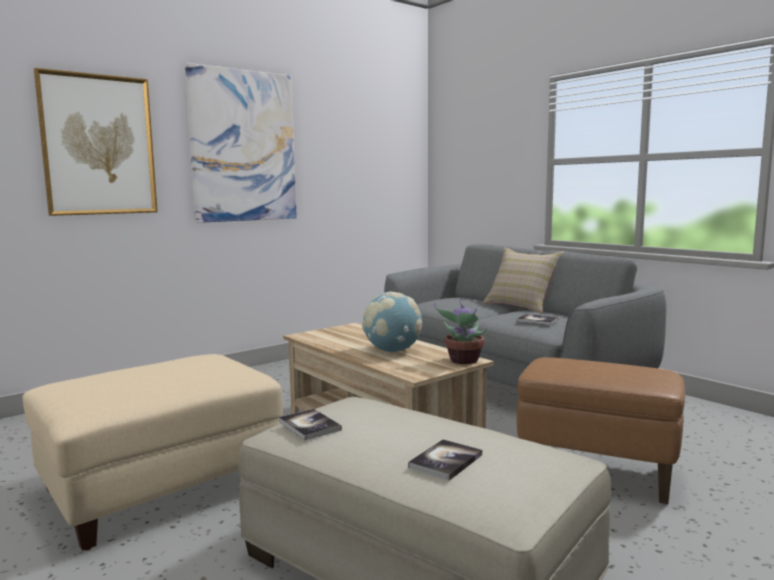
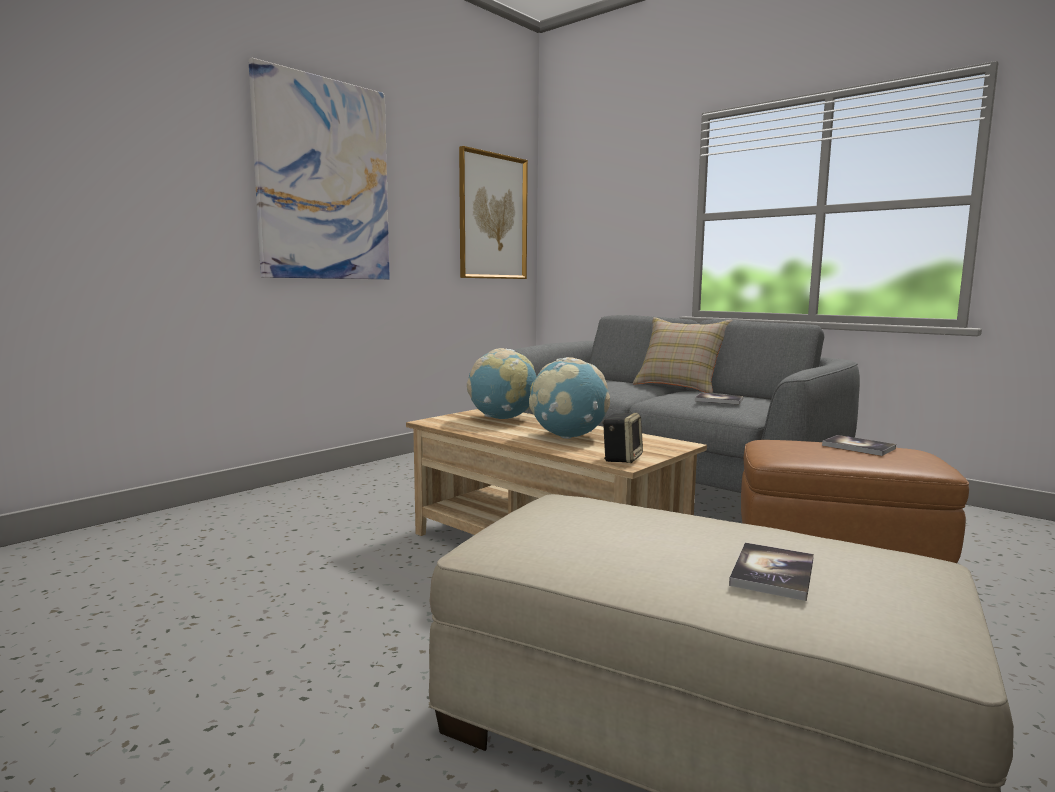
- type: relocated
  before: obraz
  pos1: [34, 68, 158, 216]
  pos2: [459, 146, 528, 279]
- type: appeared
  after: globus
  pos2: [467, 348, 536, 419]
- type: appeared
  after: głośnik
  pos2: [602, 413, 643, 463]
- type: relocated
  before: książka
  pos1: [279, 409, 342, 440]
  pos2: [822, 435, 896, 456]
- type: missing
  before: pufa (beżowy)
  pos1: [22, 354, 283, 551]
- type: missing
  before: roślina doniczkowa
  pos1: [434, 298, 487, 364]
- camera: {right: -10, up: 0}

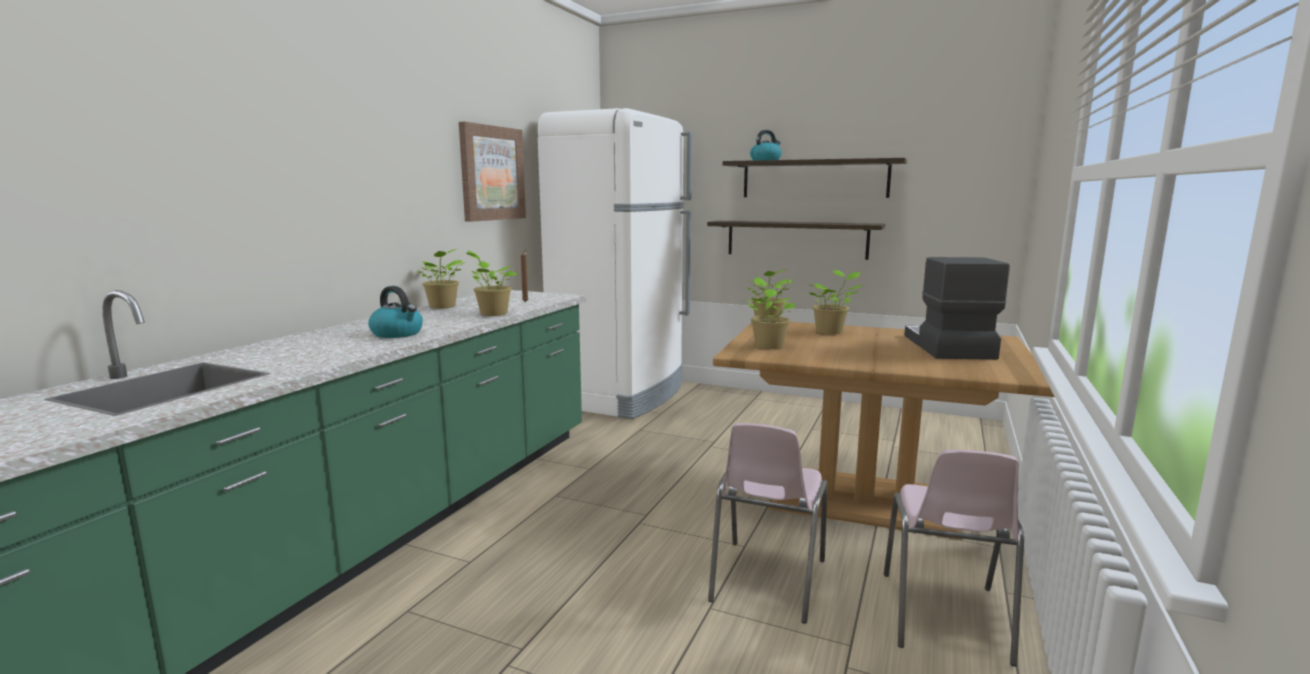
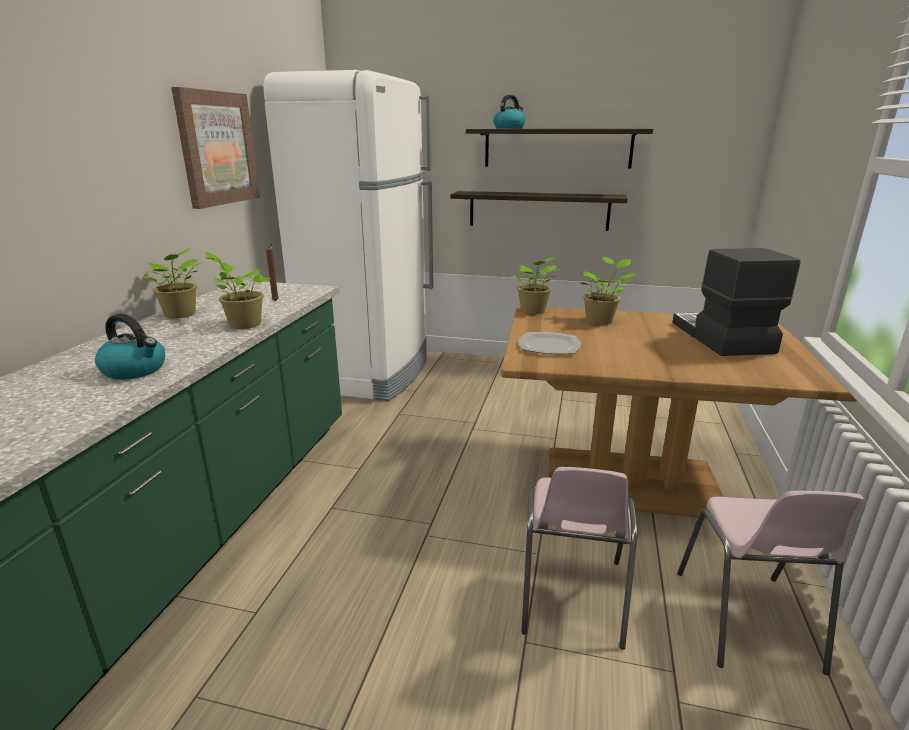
- type: exchanged
  before: roślina doniczkowa
  after: talerz
  pos1: [746, 277, 796, 349]
  pos2: [519, 332, 581, 354]
- camera: {right: -10, up: 10}

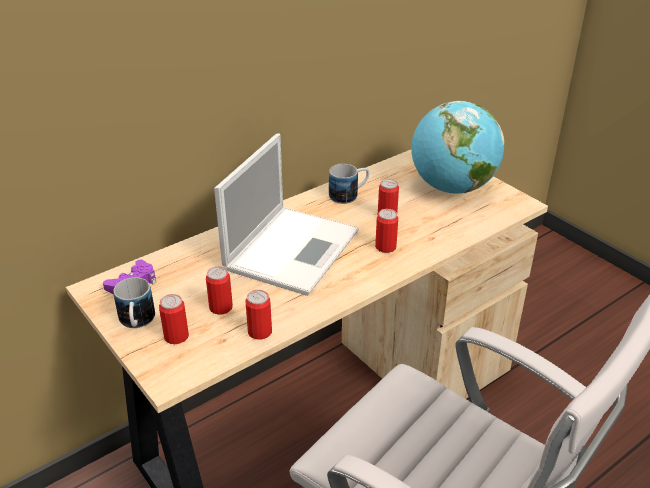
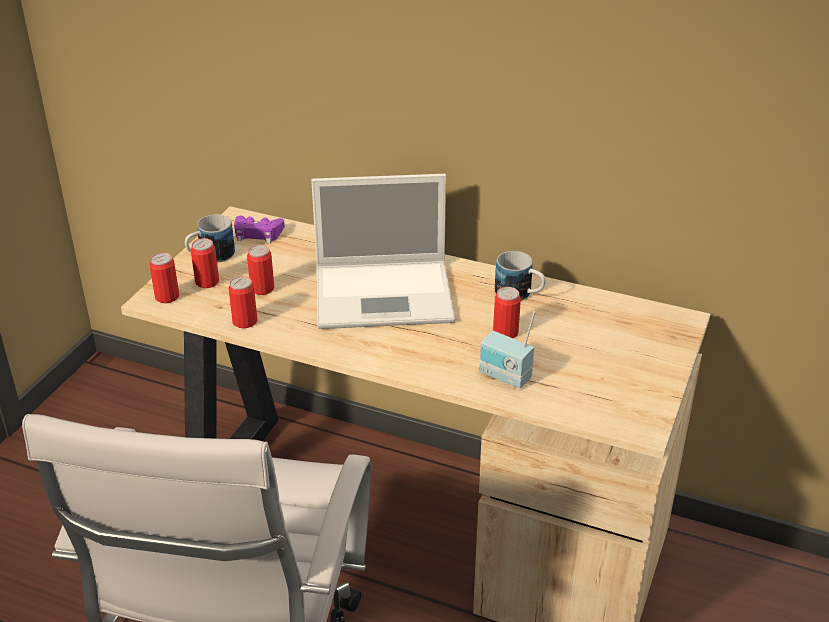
- type: relocated
  before: puszka
  pos1: [375, 209, 398, 253]
  pos2: [149, 252, 179, 303]
- type: appeared
  after: radio
  pos2: [480, 311, 536, 388]
- type: missing
  before: globus
  pos1: [411, 101, 505, 194]
- camera: {right: 60, up: 0}

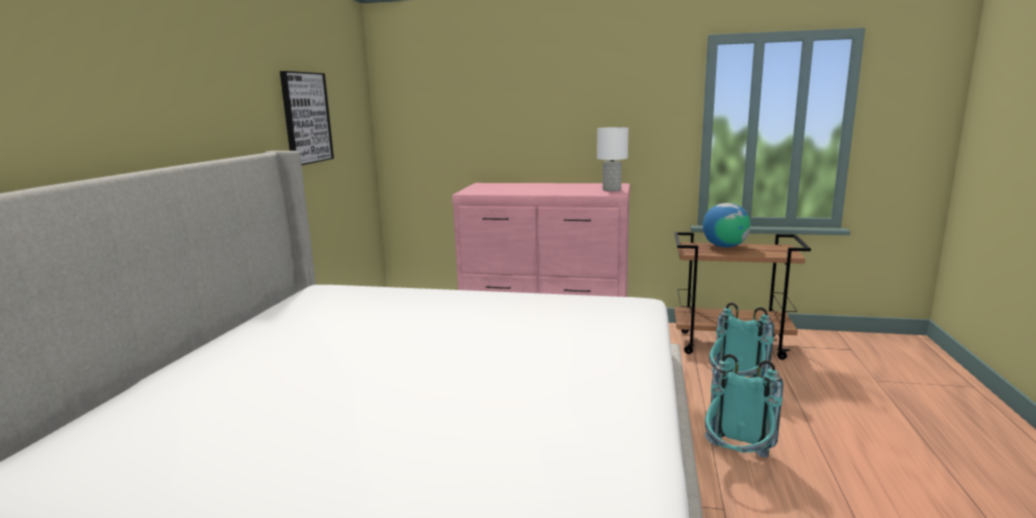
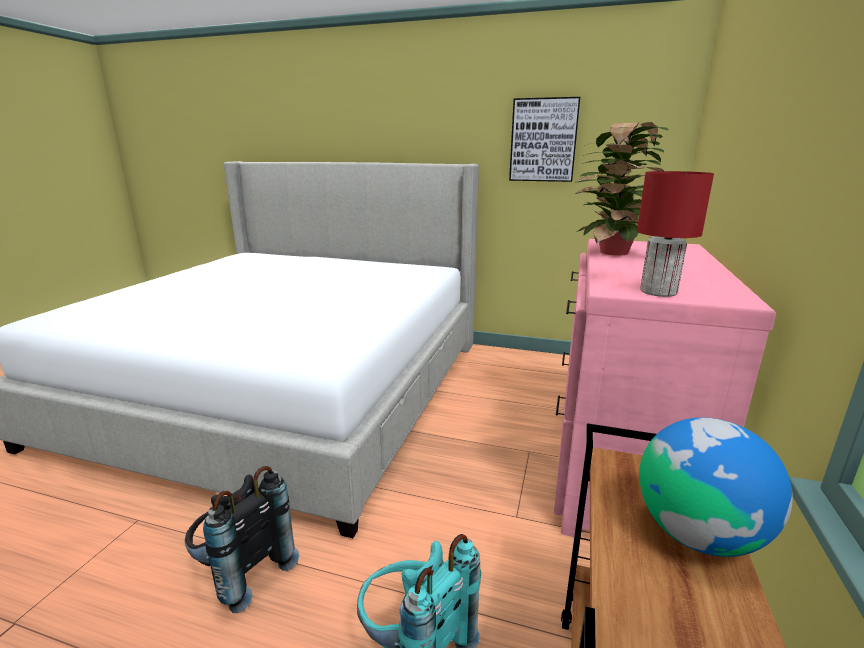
- type: colour
  before: plecak (turkusowy)
  after: plecak (czarny)
  pos1: [705, 354, 783, 458]
  pos2: [185, 466, 299, 613]
- type: appeared
  after: roślina doniczkowa
  pos2: [575, 122, 668, 255]
- type: colour
  before: lampa stołowa (biały)
  after: lampa stołowa (czerwony)
  pos1: [597, 127, 629, 191]
  pos2: [637, 171, 714, 297]
- camera: {right: 95, up: 5}

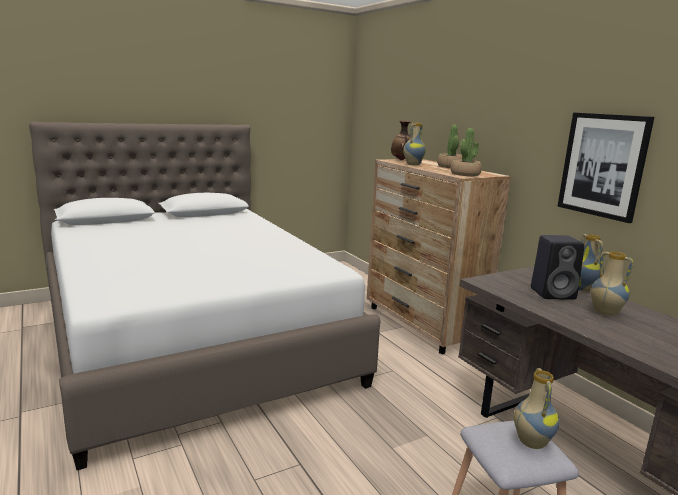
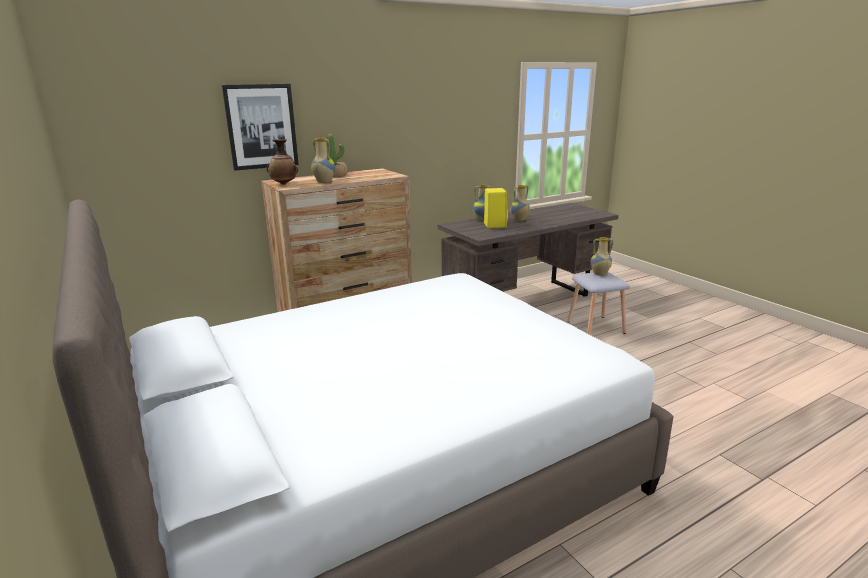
- type: relocated
  before: obraz
  pos1: [557, 112, 654, 223]
  pos2: [222, 84, 299, 171]
- type: colour
  before: głośnik (czarny)
  after: głośnik (żółty)
  pos1: [531, 235, 584, 300]
  pos2: [484, 188, 508, 228]
- type: missing
  before: roślina doniczkowa
  pos1: [451, 128, 482, 176]
- camera: {right: -90, up: 5}

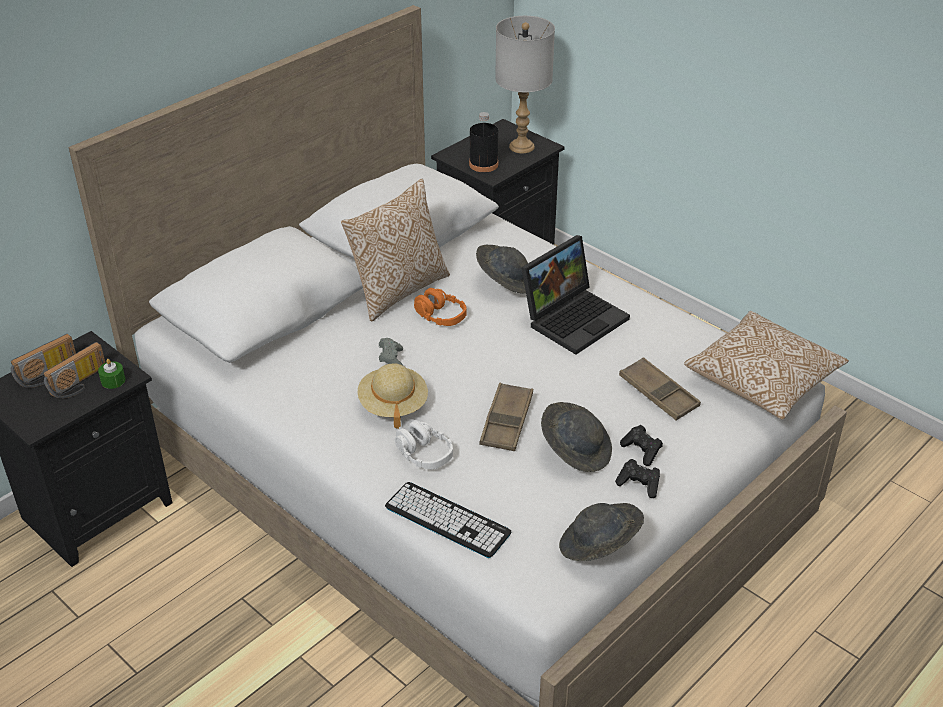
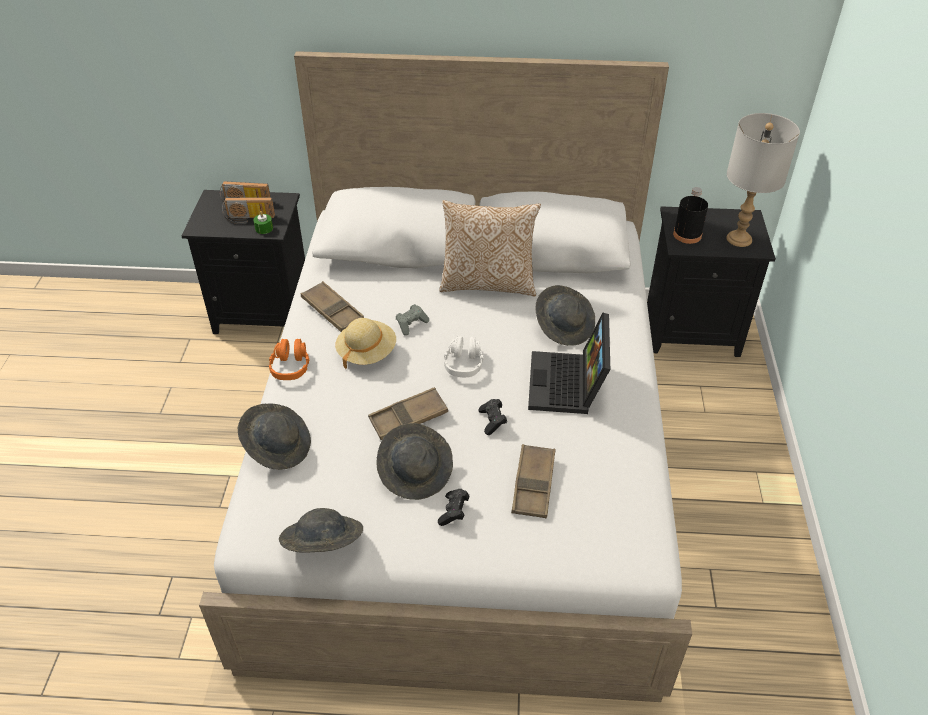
- type: exchanged
  before: klawiatura
  after: kapelusz (szary)
  pos1: [385, 482, 511, 558]
  pos2: [238, 404, 311, 470]
- type: relocated
  before: słuchawki (pomarańczowy)
  pos1: [414, 288, 467, 326]
  pos2: [269, 339, 309, 380]
- type: appeared
  after: taca (brązowy)
  pos2: [301, 281, 364, 332]
- type: relocated
  before: słuchawki (biały)
  pos1: [395, 420, 453, 469]
  pos2: [444, 336, 484, 377]
- type: relocated
  before: pad do gier (czarny)
  pos1: [615, 459, 660, 498]
  pos2: [479, 399, 507, 435]
- type: spun
  before: laptop
  pos1: [521, 235, 630, 355]
  pos2: [528, 313, 610, 414]
  turn: 90
- type: missing
  before: poduszka
  pos1: [684, 311, 849, 419]
- camera: {right: 50, up: 5}

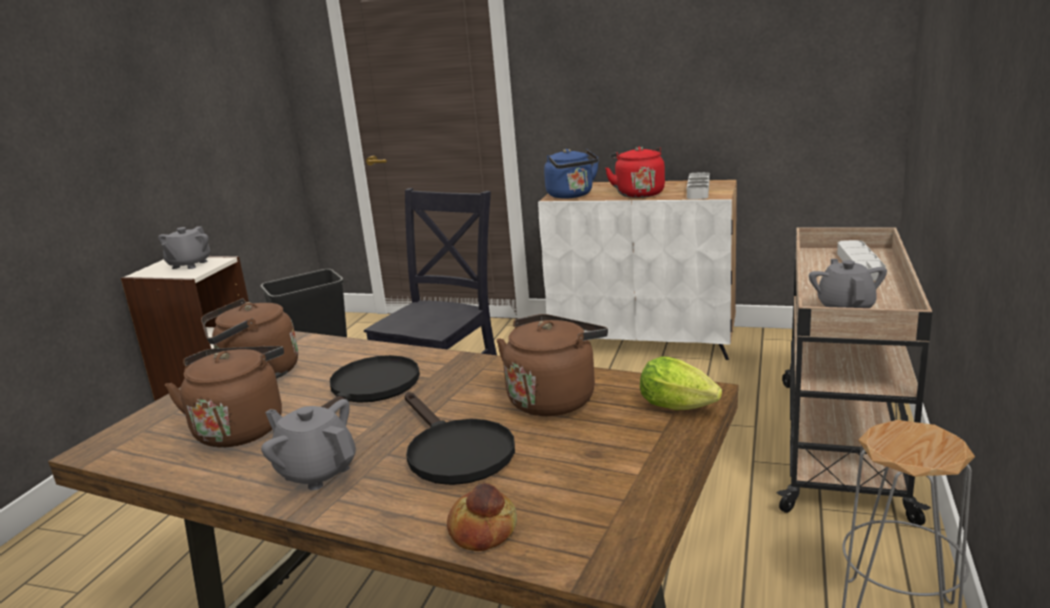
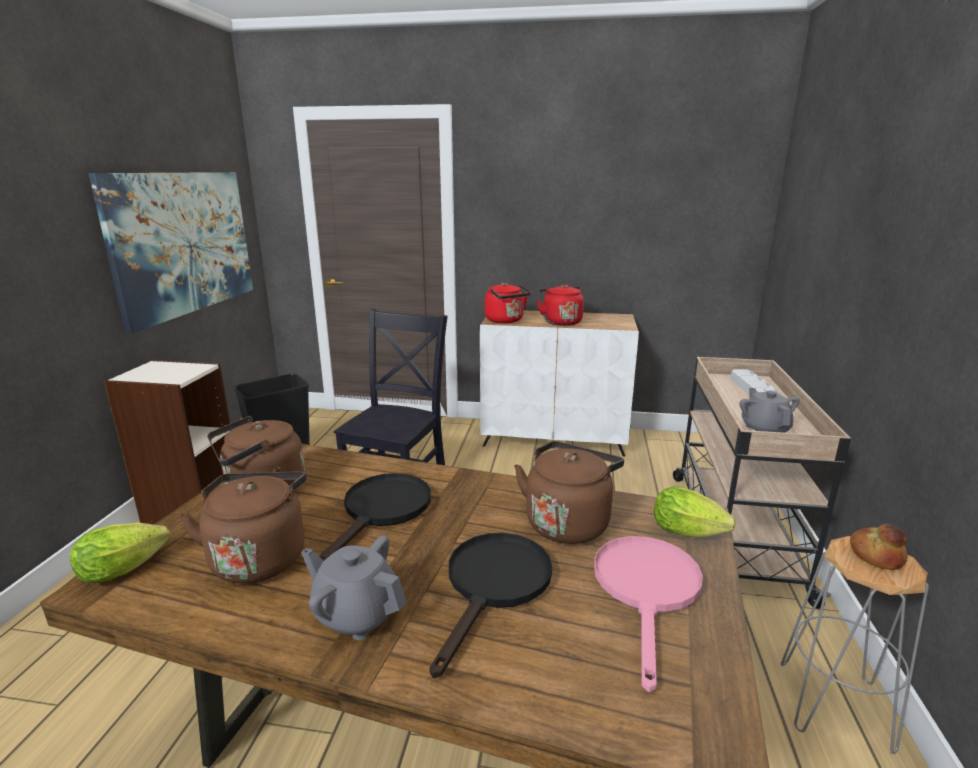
- type: appeared
  after: sałata
  pos2: [70, 523, 169, 583]
- type: appeared
  after: obraz
  pos2: [89, 172, 253, 334]
- type: spun
  before: patelnia (czarny)
  pos1: [405, 392, 515, 485]
  pos2: [429, 533, 552, 678]
  turn: -120
- type: colour
  before: czajnik (niebieski)
  after: czajnik (czerwony)
  pos1: [544, 149, 599, 198]
  pos2: [485, 283, 531, 323]
- type: appeared
  after: patelnia (różowy)
  pos2: [594, 536, 703, 692]
- type: relocated
  before: chleb
  pos1: [447, 483, 517, 551]
  pos2: [850, 524, 908, 570]
- type: missing
  before: imbryk (szary)
  pos1: [158, 227, 210, 269]
- type: missing
  before: taca (szary)
  pos1: [687, 172, 709, 199]
- camera: {right: -10, up: 0}

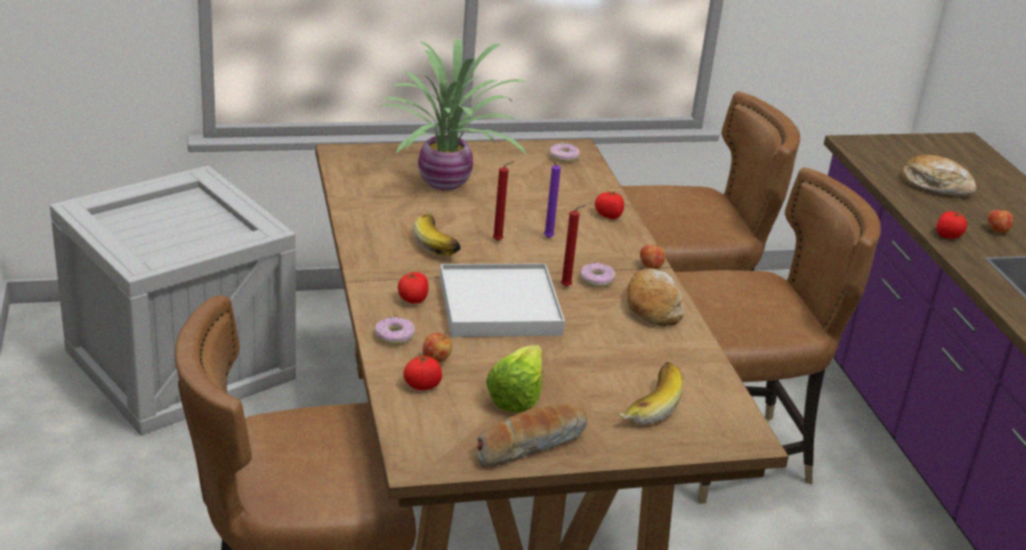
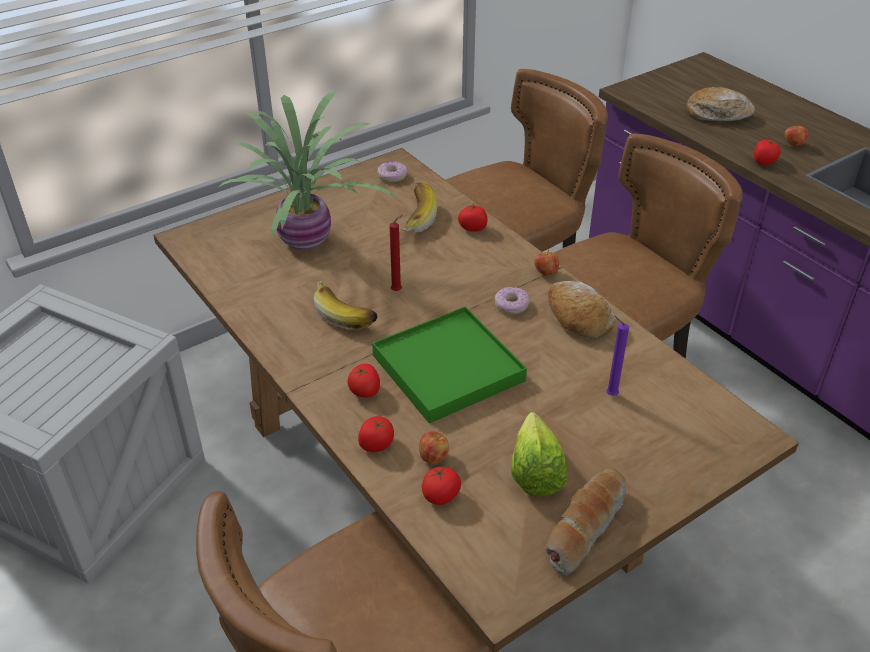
- type: exchanged
  before: donut
  after: pomidor
  pos1: [375, 317, 415, 345]
  pos2: [358, 416, 394, 452]
- type: colour
  before: taca (biały)
  after: taca (zielony)
  pos1: [440, 264, 565, 337]
  pos2: [372, 307, 527, 424]
- type: relocated
  before: banan
  pos1: [618, 362, 683, 425]
  pos2: [402, 182, 438, 233]
- type: relocated
  before: świeca (fioletowy)
  pos1: [544, 156, 561, 238]
  pos2: [606, 316, 629, 396]
- type: missing
  before: świeca (czerwony)
  pos1: [561, 205, 586, 287]
- camera: {right: -20, up: 10}

